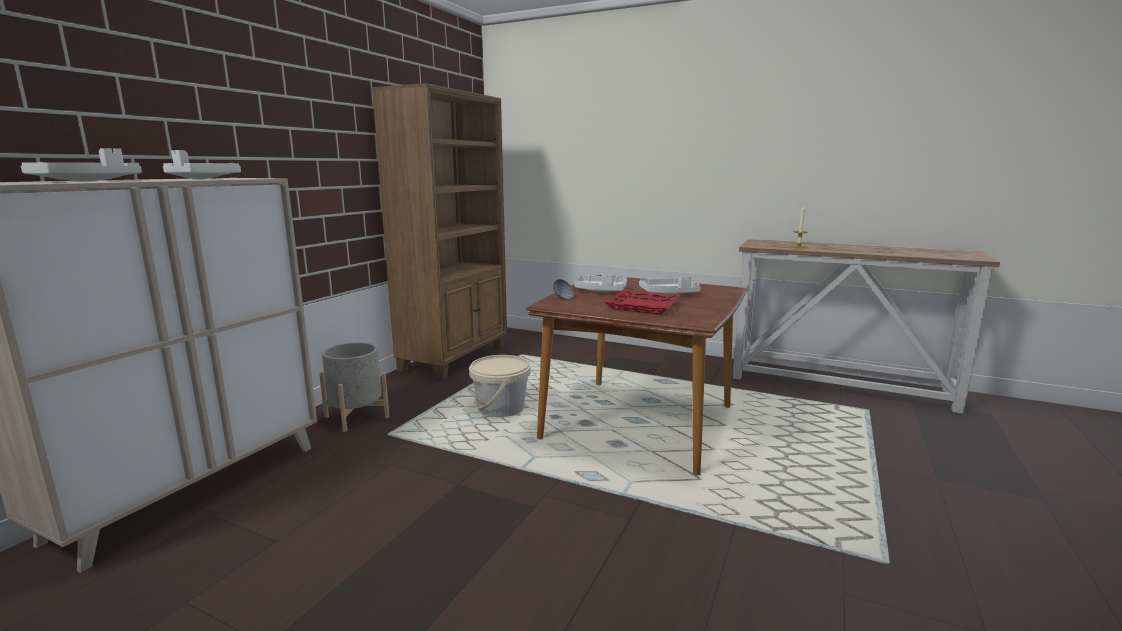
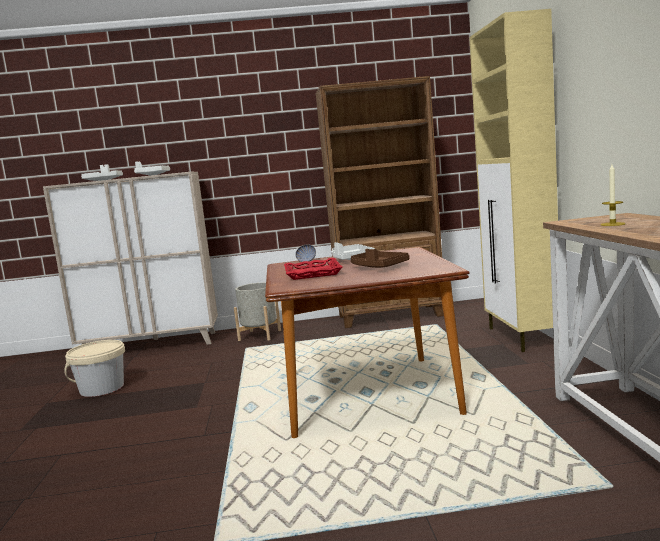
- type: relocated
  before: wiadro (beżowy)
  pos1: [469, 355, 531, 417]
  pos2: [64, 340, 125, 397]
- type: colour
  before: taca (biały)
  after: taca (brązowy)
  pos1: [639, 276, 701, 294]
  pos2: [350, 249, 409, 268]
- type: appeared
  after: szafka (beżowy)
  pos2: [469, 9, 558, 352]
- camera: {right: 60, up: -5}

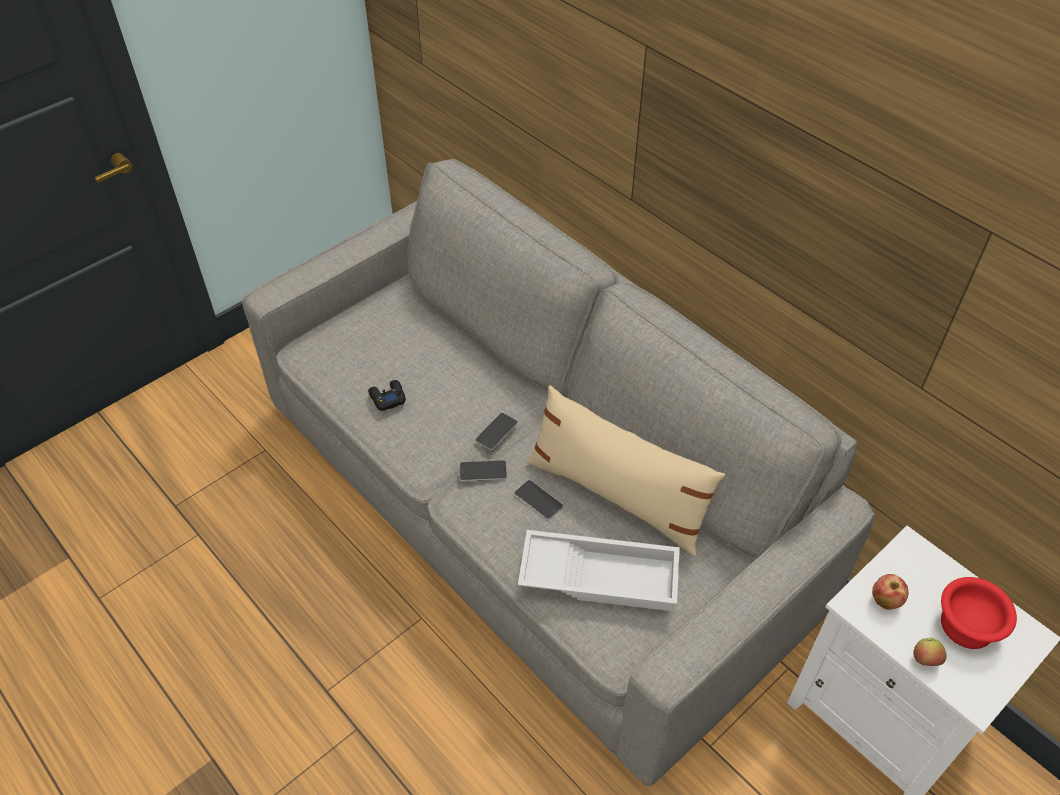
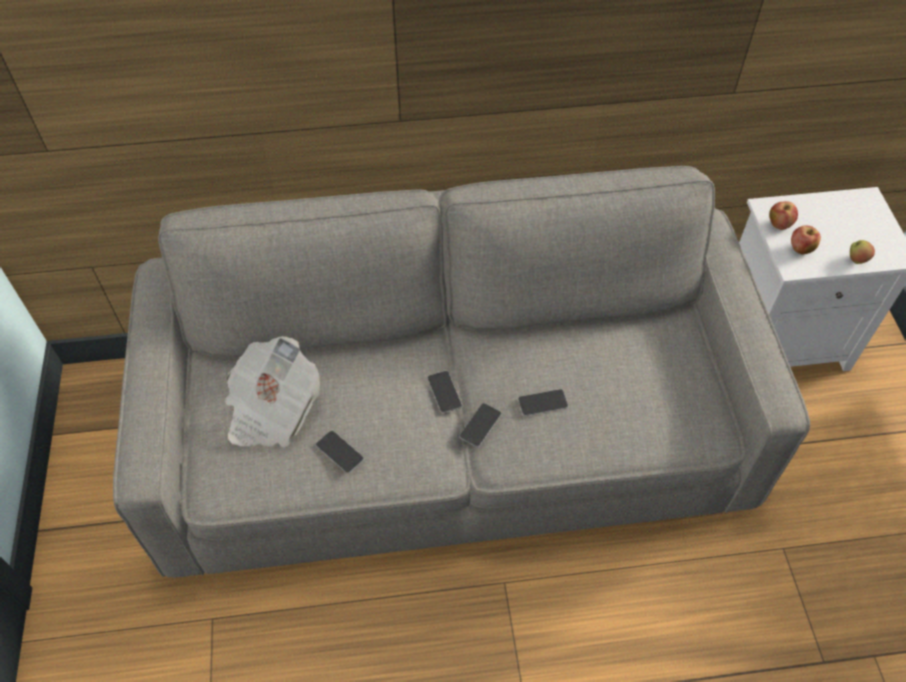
- type: appeared
  after: gazeta
  pos2: [225, 336, 320, 448]
- type: exchanged
  before: pad do gier (czarny)
  after: telefon
  pos1: [368, 380, 406, 411]
  pos2: [315, 430, 364, 474]
- type: appeared
  after: jabłko
  pos2: [769, 201, 798, 230]
- type: missing
  before: taca (biały)
  pos1: [518, 530, 680, 611]
- type: missing
  before: poduszka (beżowy)
  pos1: [527, 385, 725, 556]
- type: missing
  before: miska (czerwony)
  pos1: [941, 577, 1017, 649]
- camera: {right: -55, up: 5}

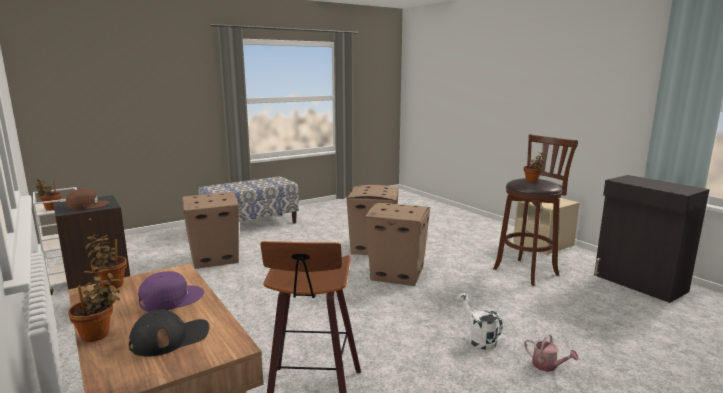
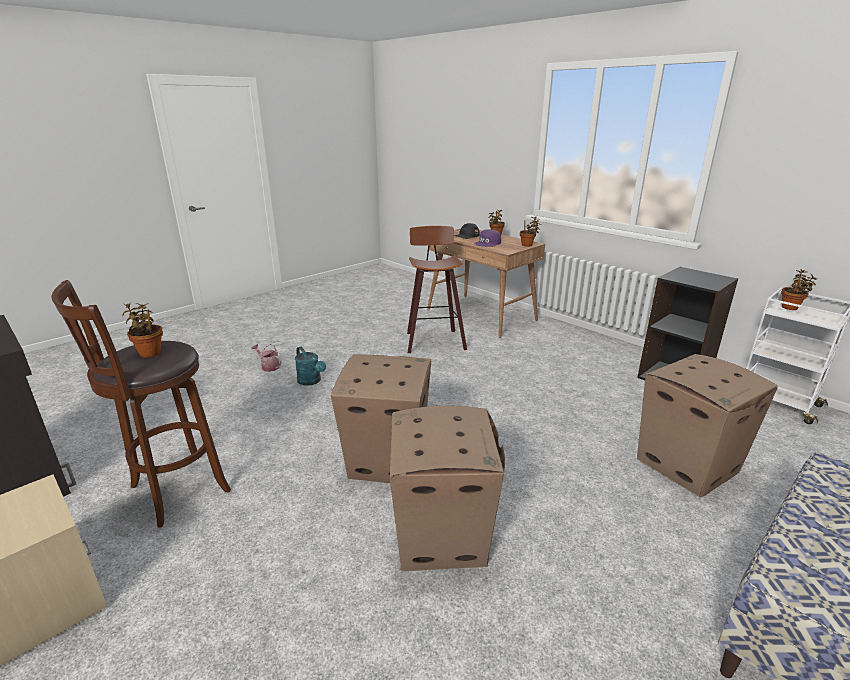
- type: colour
  before: konewka (biały)
  after: konewka (turkusowy)
  pos1: [457, 293, 503, 350]
  pos2: [295, 347, 326, 386]
- type: missing
  before: czapka z daszkiem (brązowy)
  pos1: [66, 189, 110, 210]
- camera: {right: 170, up: 10}

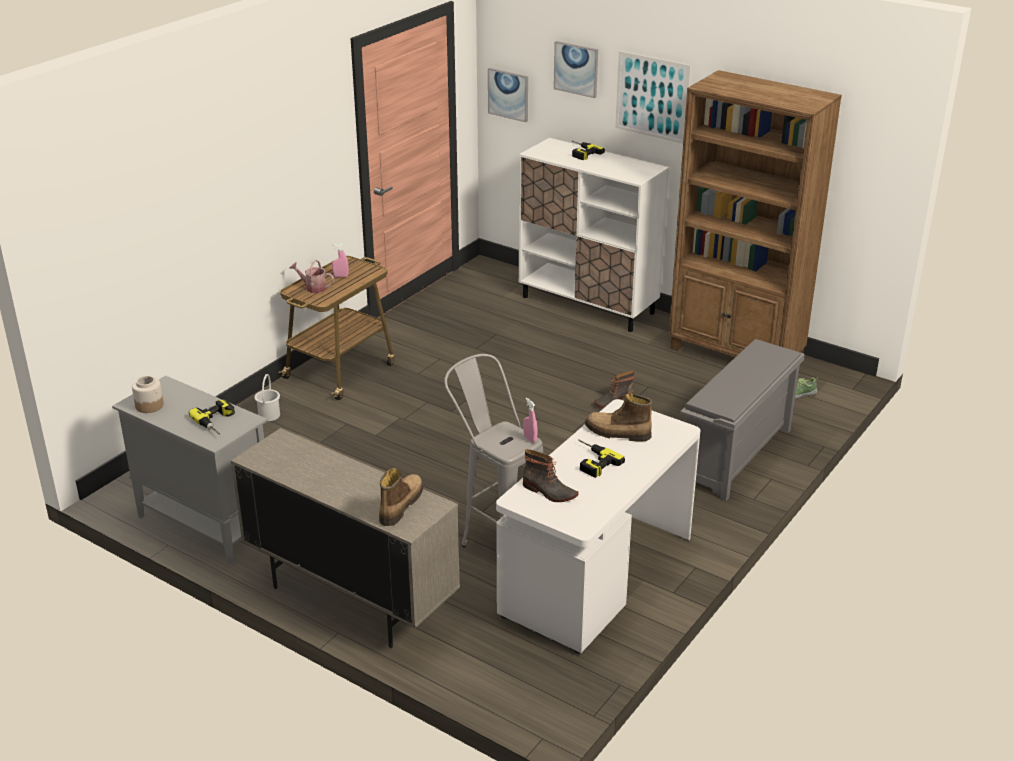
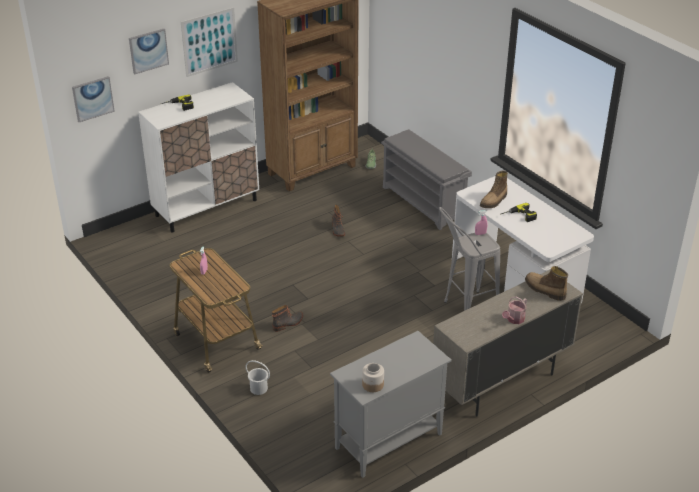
- type: relocated
  before: but z cholewką
  pos1: [523, 449, 579, 502]
  pos2: [272, 305, 303, 332]
- type: relocated
  before: konewka
  pos1: [290, 260, 334, 293]
  pos2: [502, 297, 527, 324]
- type: missing
  before: wiertarka
  pos1: [189, 399, 235, 435]
- camera: {right: -70, up: 5}

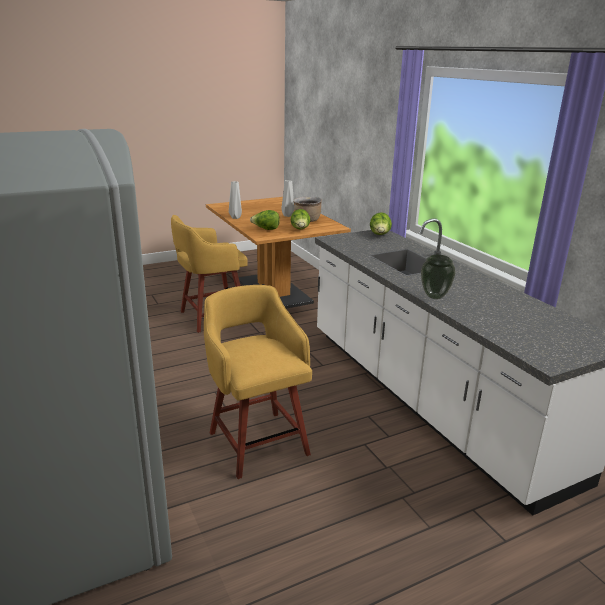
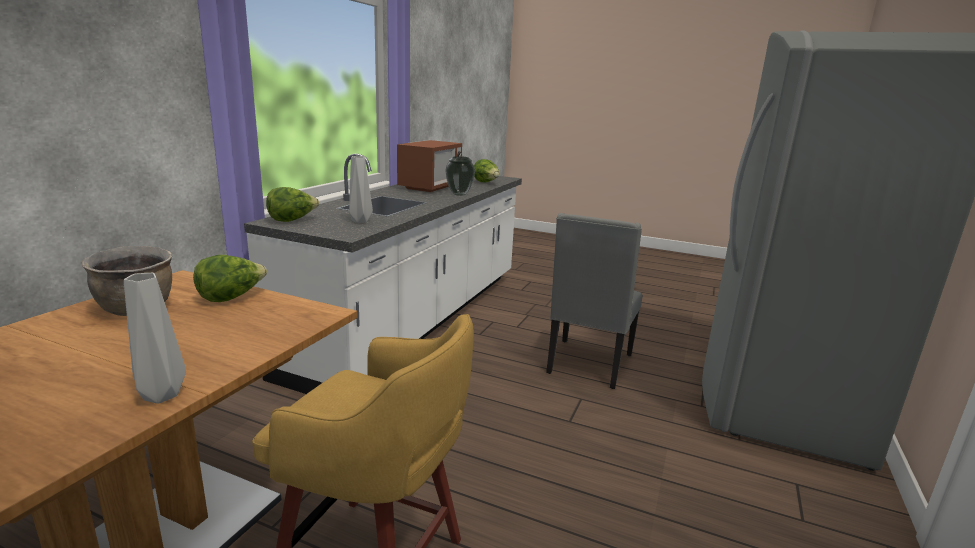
- type: relocated
  before: wazon (szary)
  pos1: [281, 180, 294, 217]
  pos2: [349, 156, 373, 223]
- type: appeared
  after: mikrofalówka
  pos2: [397, 140, 462, 192]
- type: relocated
  before: sałata
  pos1: [250, 210, 280, 230]
  pos2: [474, 159, 499, 182]
- type: exchanged
  before: stołek (żółty)
  after: krzesło (szary)
  pos1: [204, 285, 312, 479]
  pos2: [546, 213, 642, 389]
- camera: {right: -130, up: -5}

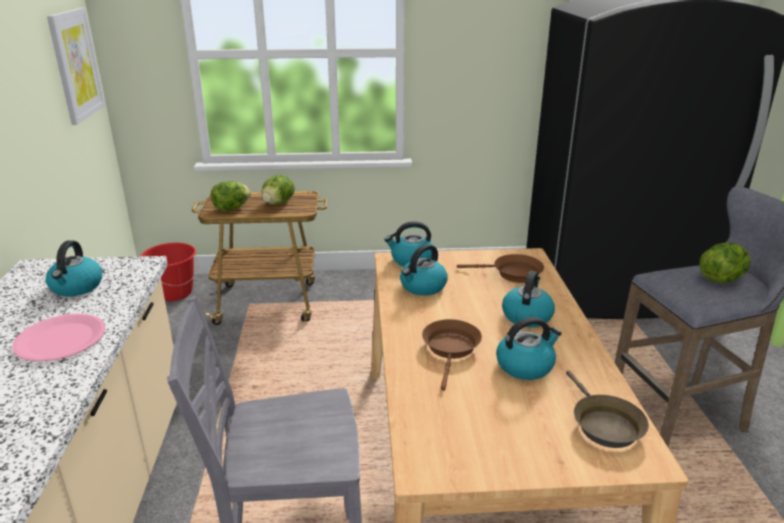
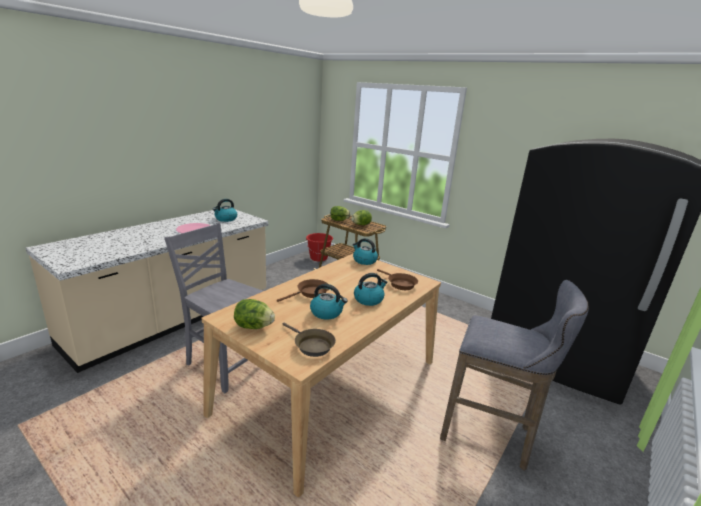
- type: relocated
  before: sałata
  pos1: [699, 243, 750, 283]
  pos2: [234, 299, 275, 329]
- type: spun
  before: patelnia (brązowy)
  pos1: [566, 371, 649, 448]
  pos2: [283, 323, 336, 357]
  turn: -75
- type: missing
  before: obraz
  pos1: [47, 8, 105, 125]
- type: missing
  before: czajnik
  pos1: [400, 244, 448, 296]
- camera: {right: 40, up: -5}

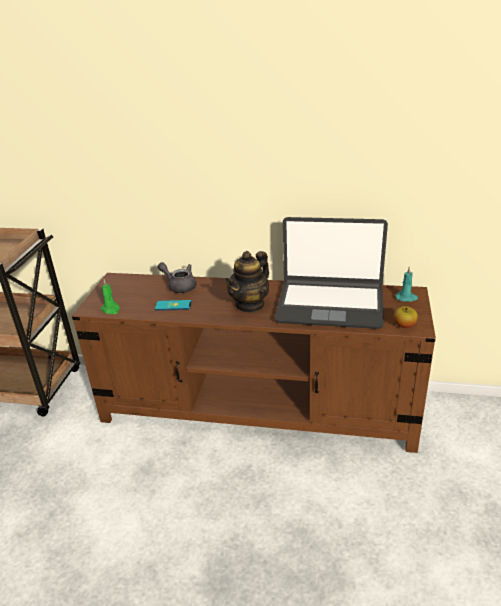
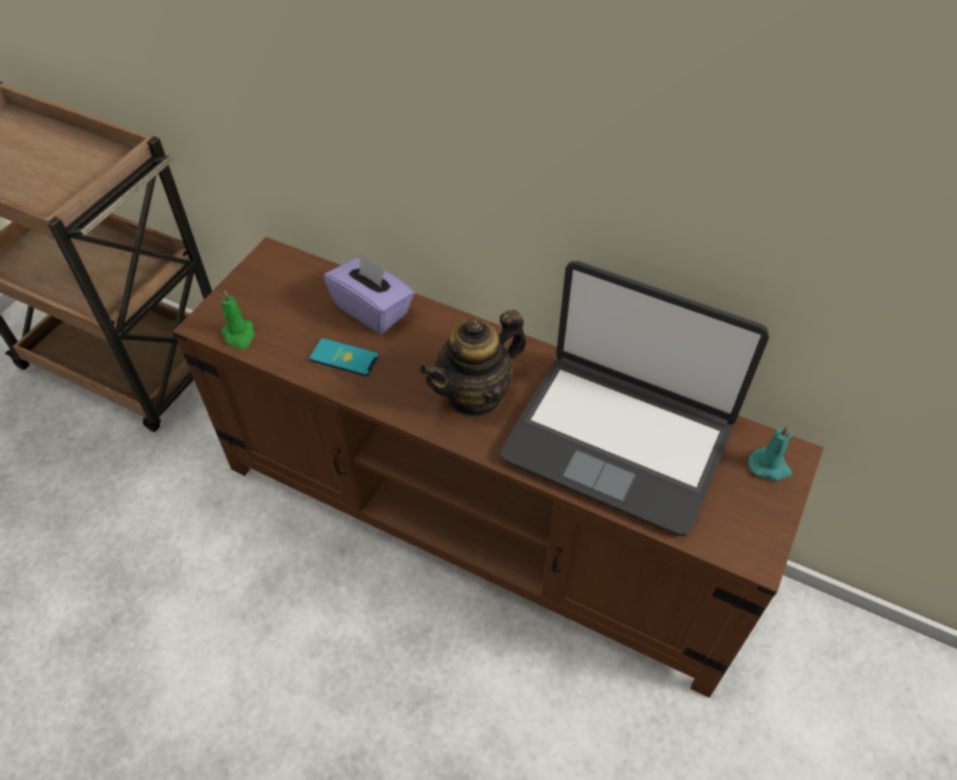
- type: exchanged
  before: imbryk (szary)
  after: pudełko chusteczek (fioletowy)
  pos1: [158, 262, 196, 293]
  pos2: [323, 252, 415, 334]
- type: missing
  before: jabłko
  pos1: [394, 306, 418, 328]
- camera: {right: 15, up: 20}

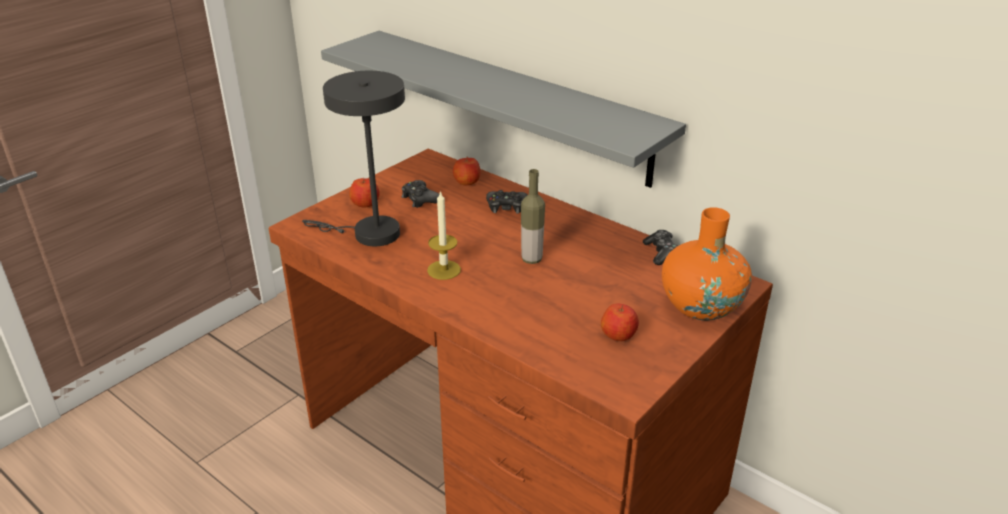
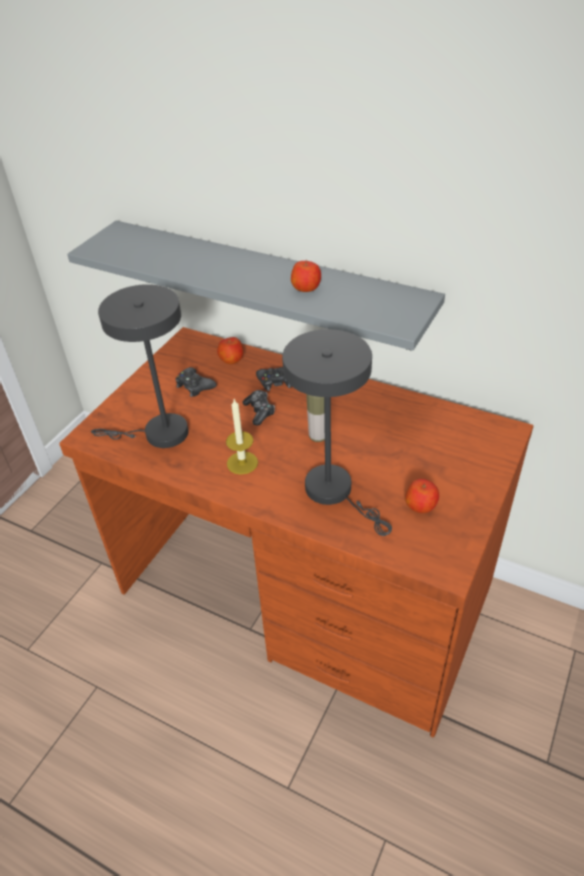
- type: relocated
  before: pad do gier
  pos1: [643, 230, 678, 265]
  pos2: [242, 390, 275, 426]
- type: appeared
  after: lampa stołowa (szary)
  pos2: [282, 329, 392, 536]
- type: relocated
  before: jabłko
  pos1: [349, 178, 380, 207]
  pos2: [291, 260, 321, 292]
- type: missing
  before: wazon (pomarańczowy)
  pos1: [662, 207, 752, 321]
- camera: {right: -10, up: 10}

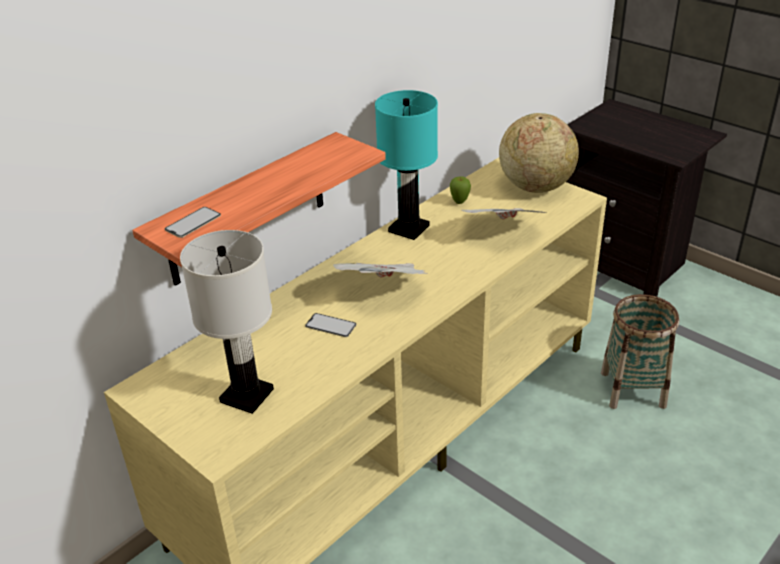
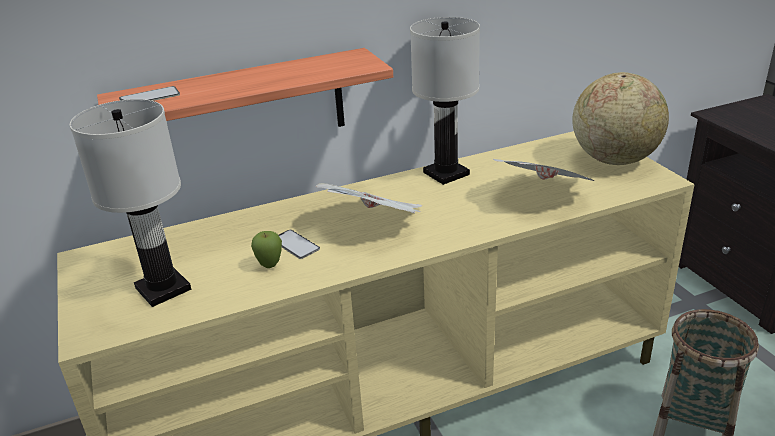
- type: relocated
  before: jabłko
  pos1: [450, 176, 471, 204]
  pos2: [251, 231, 282, 268]
- type: colour
  before: lampa stołowa (turkusowy)
  after: lampa stołowa (biały)
  pos1: [375, 90, 438, 240]
  pos2: [410, 17, 480, 185]
- camera: {right: 25, up: -5}

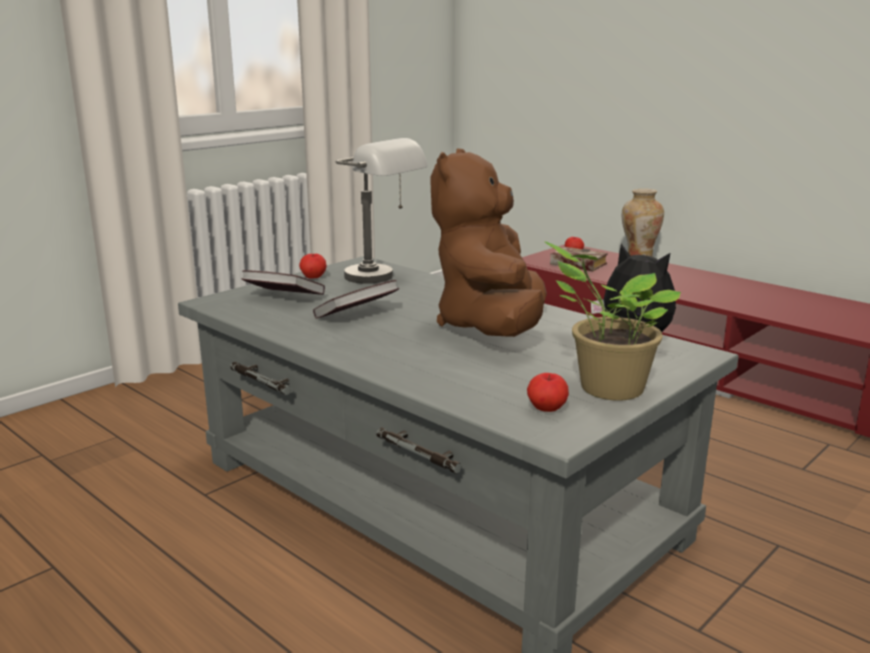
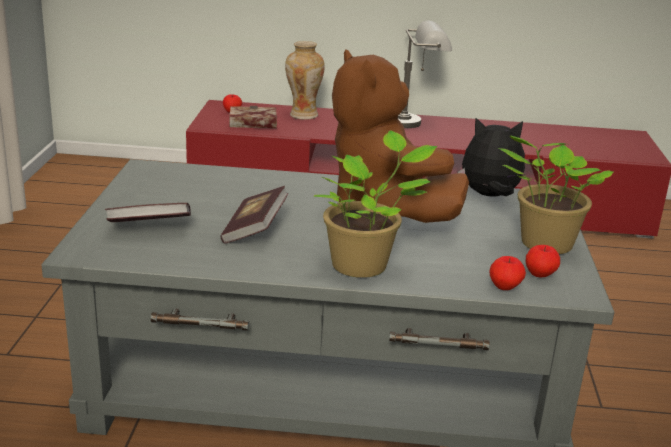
- type: appeared
  after: roślina doniczkowa
  pos2: [314, 131, 437, 278]
- type: relocated
  before: lampa stołowa (szary)
  pos1: [336, 138, 428, 284]
  pos2: [398, 21, 452, 128]
- type: relocated
  before: jabłko
  pos1: [299, 254, 327, 278]
  pos2: [489, 256, 526, 290]
- camera: {right: -40, up: 5}

